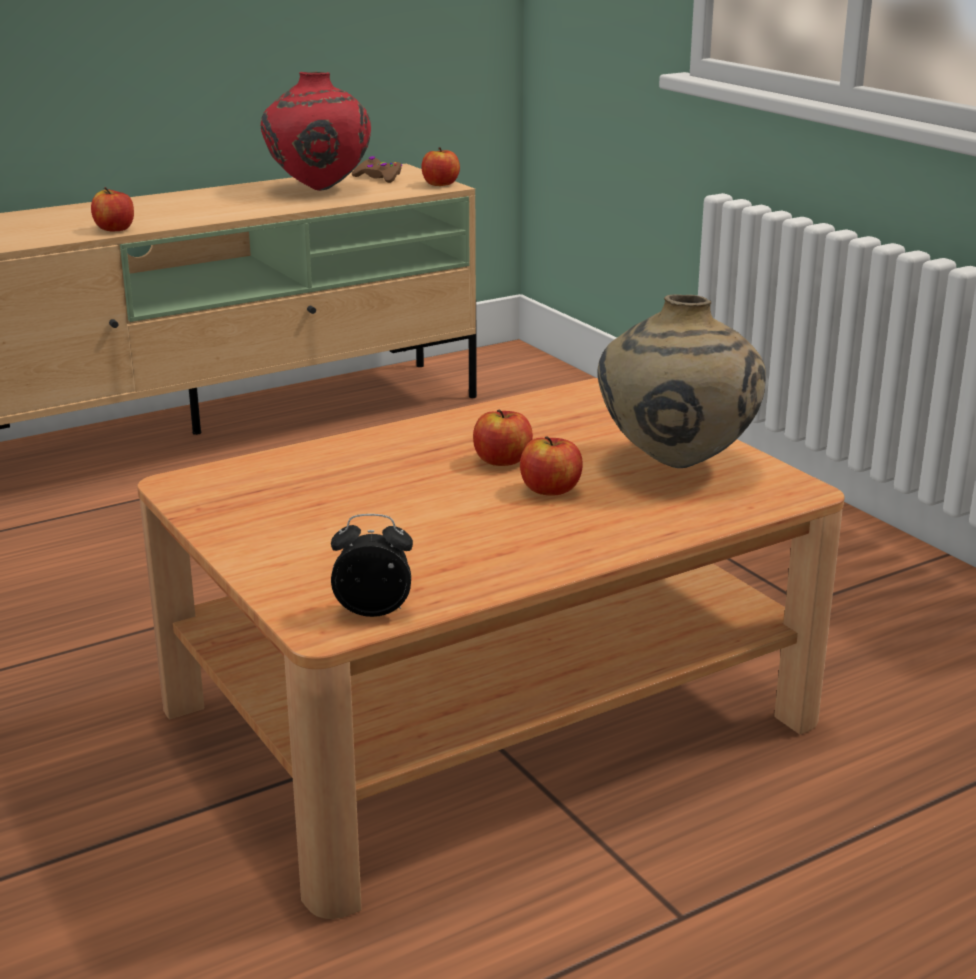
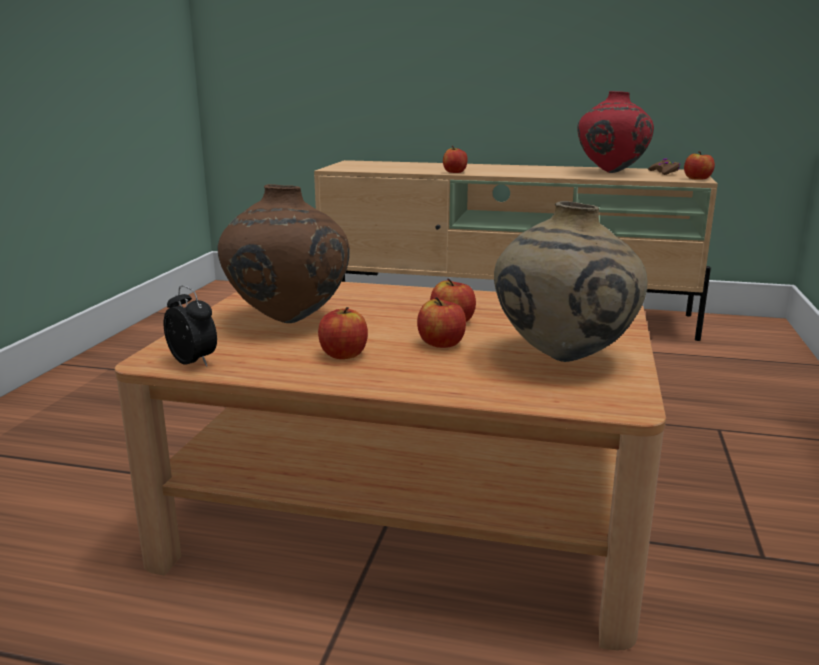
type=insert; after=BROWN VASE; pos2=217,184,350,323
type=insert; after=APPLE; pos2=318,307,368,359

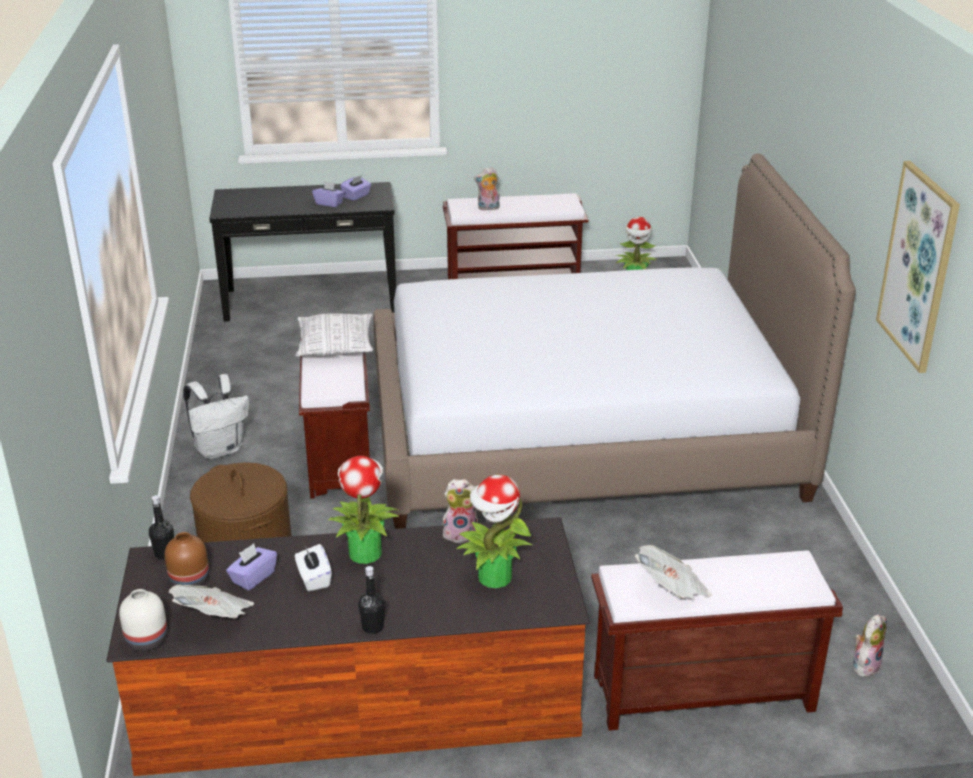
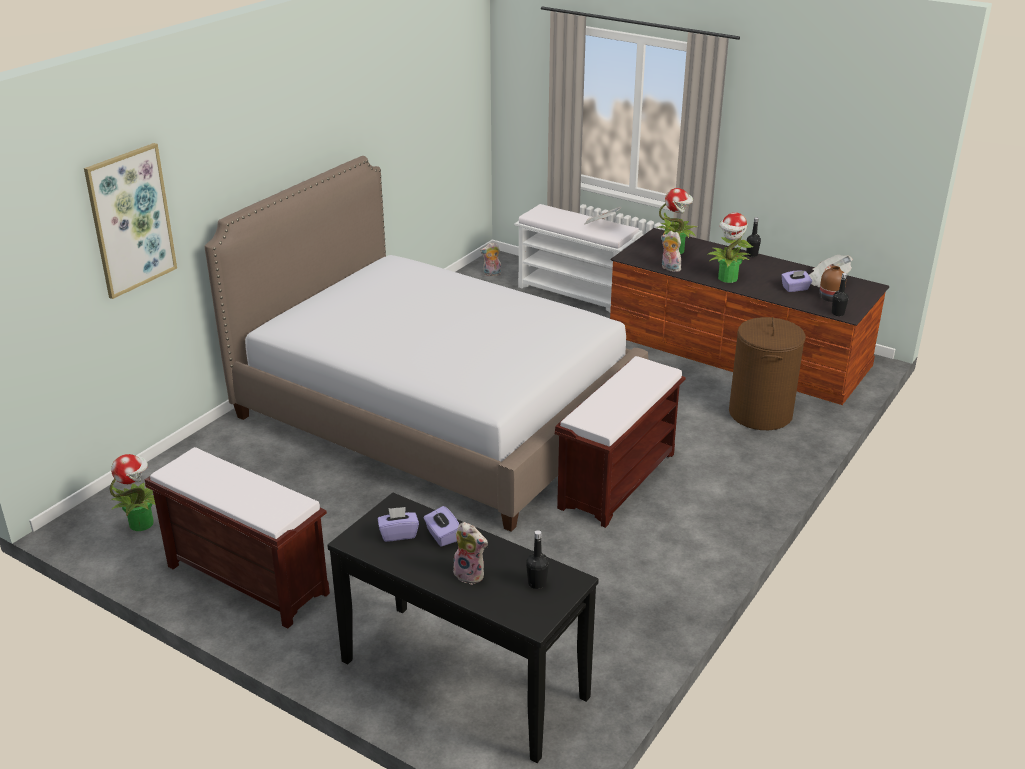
type=move; before=PICTURE; pos1=876,161,960,373; pos2=84,143,177,299
type=move; before=PLUSH TOY; pos1=474,167,500,211; pos2=453,522,488,584
type=recolor; before=BROWN BENCH; after=WHITE BENCH; pos1=591,550,843,731; pos2=515,204,643,312
type=insert; after=BLACK BOTTLE; pos2=526,530,549,589
type=delete; before=WHITE VASE; pos1=119,589,168,651
type=delete; before=WHITE BACKPACK; pos1=183,374,249,459
type=delete; before=WHITE TISSUE BOX; pos1=295,544,332,591
type=delete; before=PILLOW; pos1=296,313,373,357

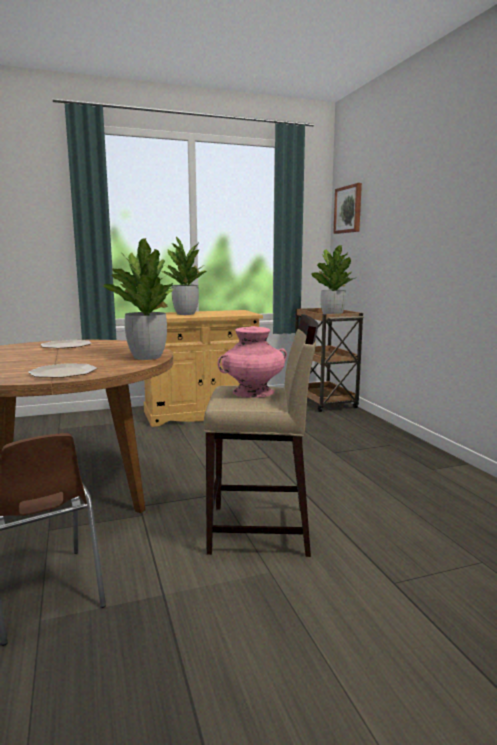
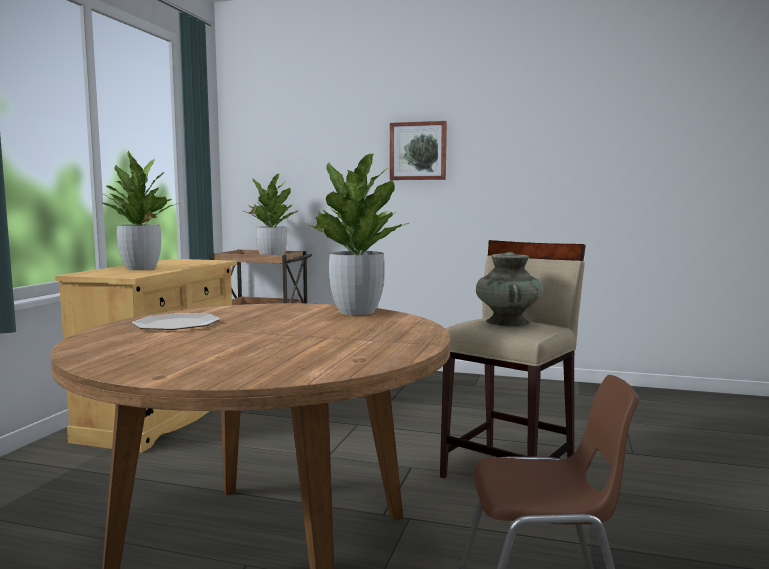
type=move; before=PICTURE; pos1=333,183,362,234; pos2=390,121,447,180
type=recolor; before=PINK VASE; after=TURQUOISE VASE; pos1=218,326,287,398; pos2=476,252,544,327
type=delete; before=PLATE; pos1=28,363,97,378

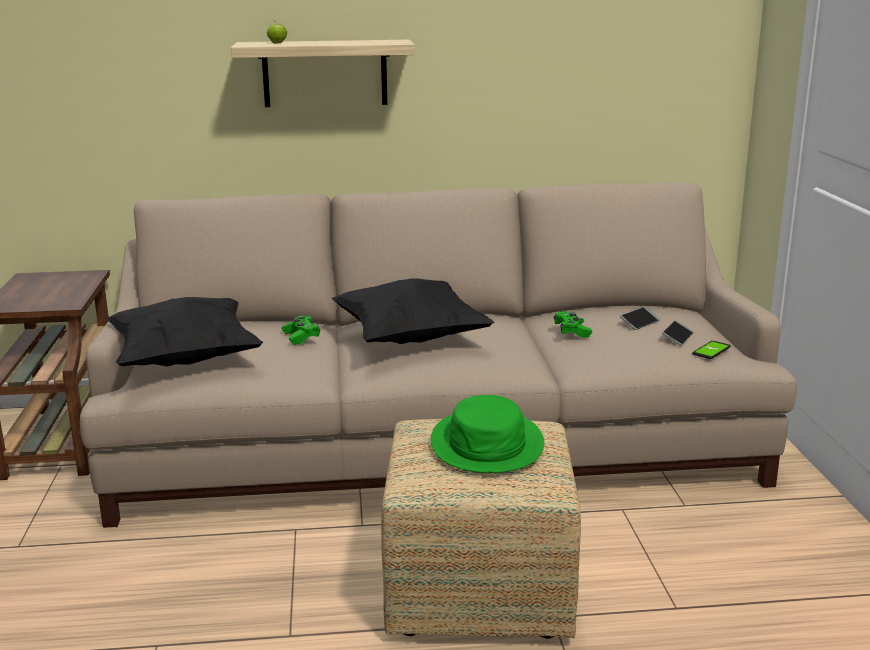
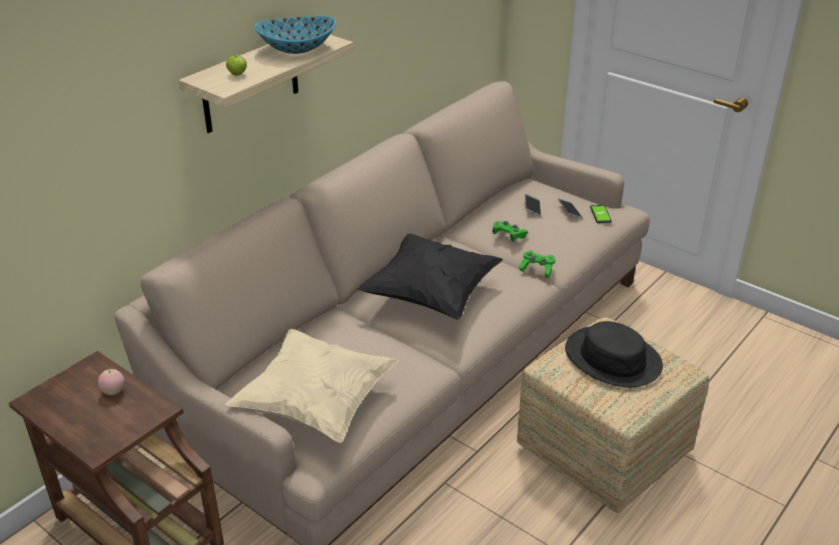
type=insert; after=APPLE; pos2=98,369,125,395
type=recolor; before=BLACK PILLOW; after=BEIGE PILLOW; pos1=106,297,264,366; pos2=226,329,398,443
type=insert; after=BOWL; pos2=254,15,336,54
type=move; before=GREEN GAME CONTROLLER; pos1=281,316,320,345; pos2=519,250,556,278
type=recolor; before=GREEN HAT; after=BLACK HAT; pos1=431,395,544,473; pos2=565,321,663,387

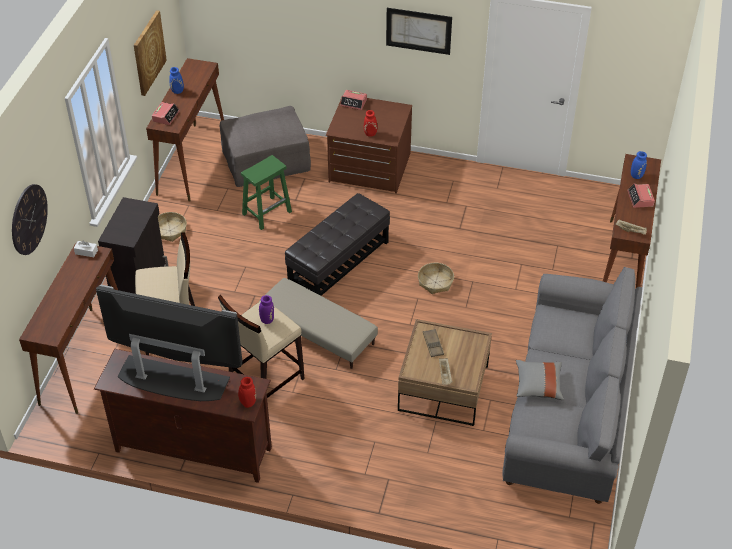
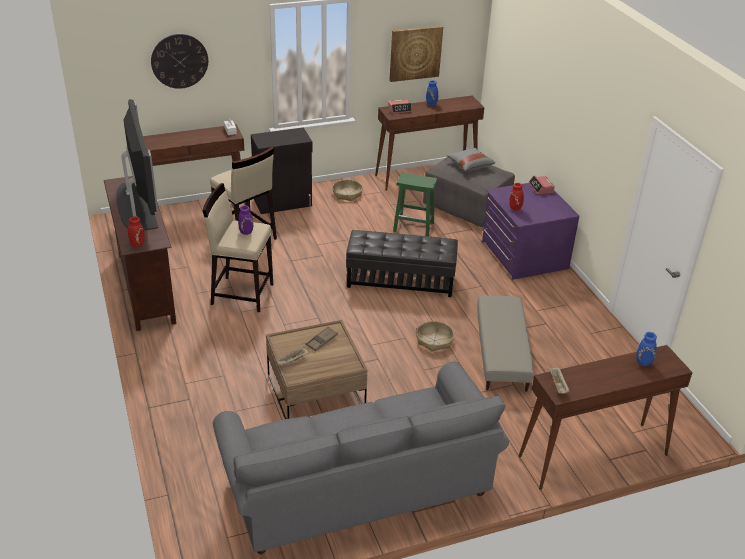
type=move; before=GREY PILLOW; pos1=516,360,564,400; pos2=447,148,495,172
type=move; before=BEIGE OTTOMAN; pos1=258,278,378,369; pos2=477,295,534,392
type=recolor; before=BROWN DRESSER; after=PURPLE DRESSER; pos1=326,95,412,194; pos2=482,183,580,280
type=delete; before=PICTURE; pos1=386,8,452,55
type=delete; before=ALARM CLOCK; pos1=627,183,655,208

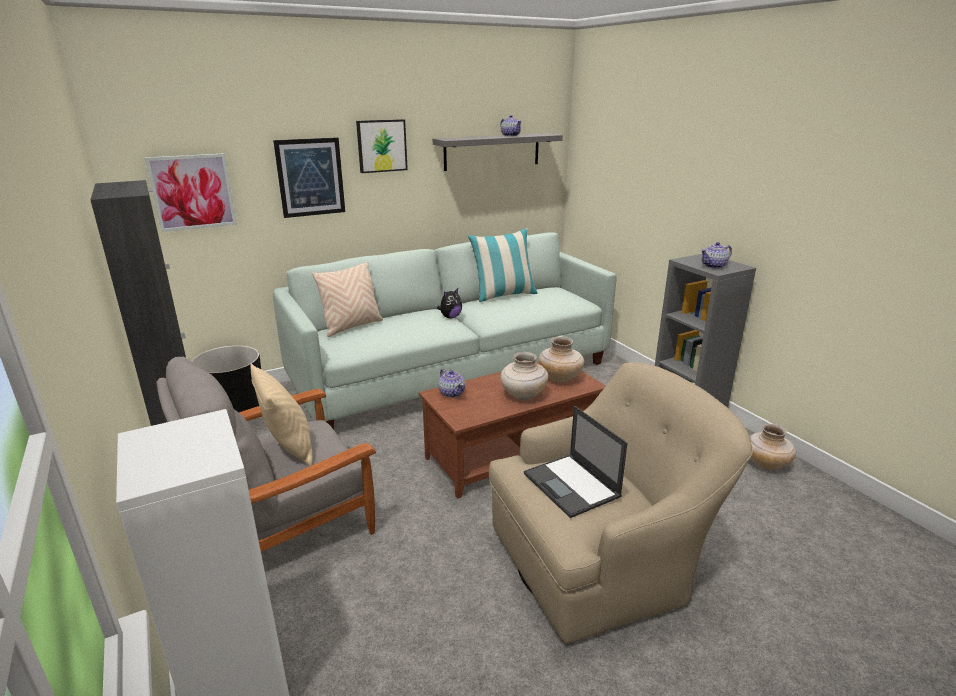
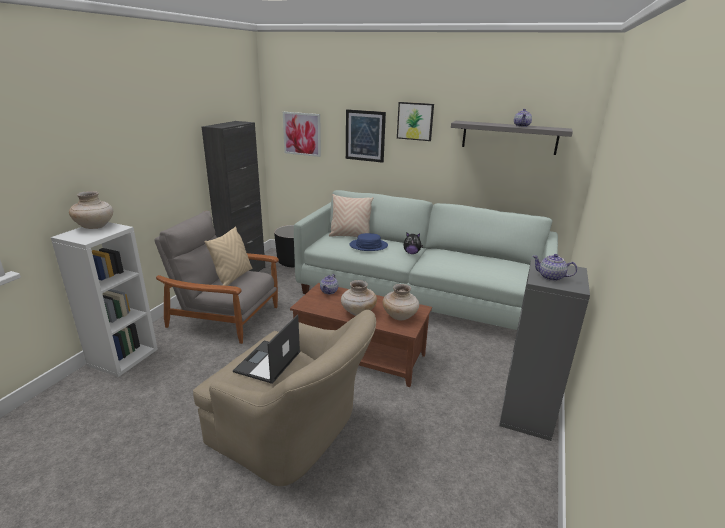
type=move; before=BEIGE VASE; pos1=750,424,796,470; pos2=69,191,113,229
type=insert; after=BLUE HAT; pos2=350,233,388,251
type=delete; before=PILLOW; pos1=468,228,538,302

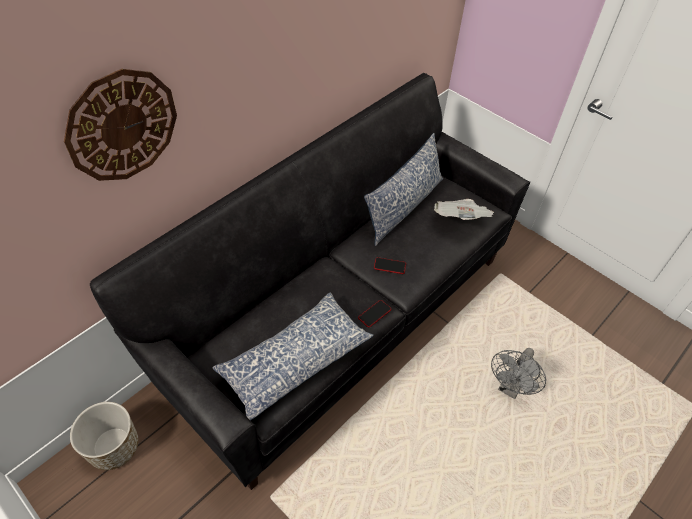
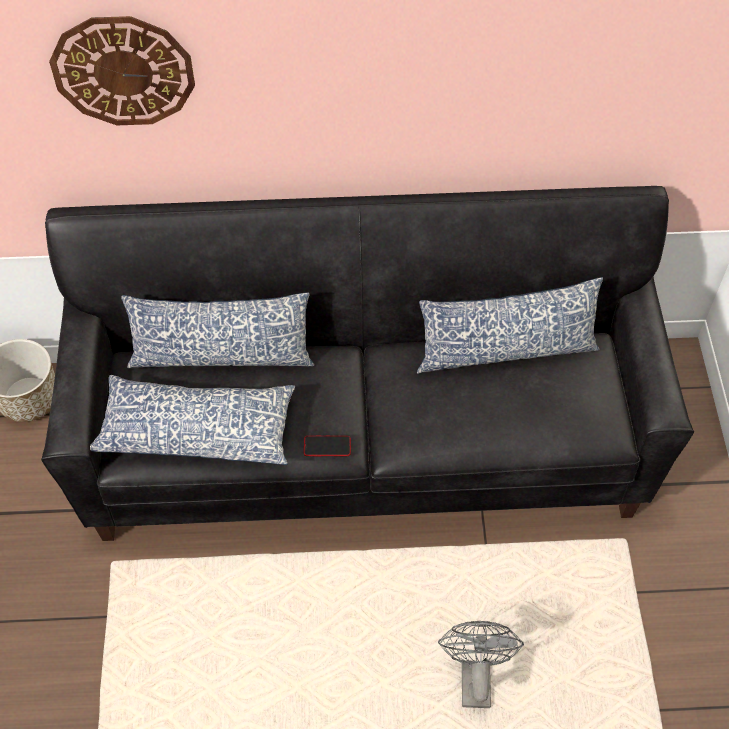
type=insert; after=PILLOW; pos2=121,292,315,368
type=rotate; before=GREY FAN; pos1=491,348,546,399; pos2=438,621,524,708; turn=105
type=delete; before=PHONE; pos1=374,257,406,274
type=delete; before=NEWSPAPER; pos1=434,199,494,220

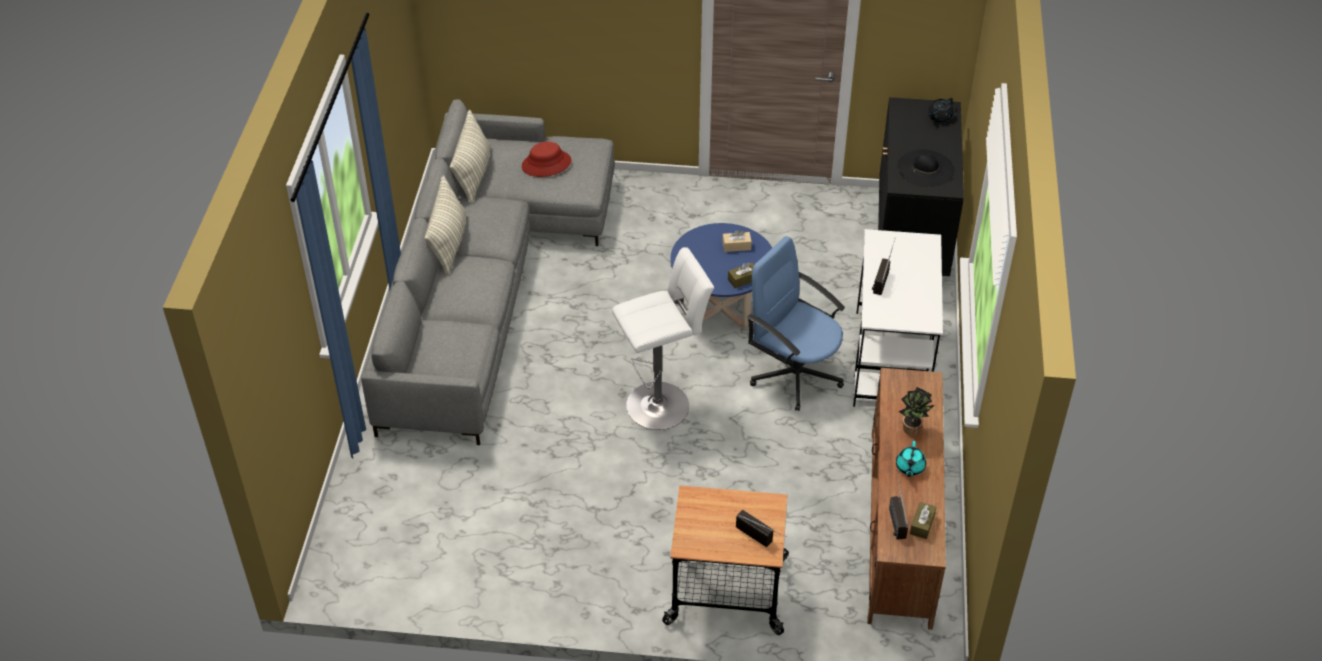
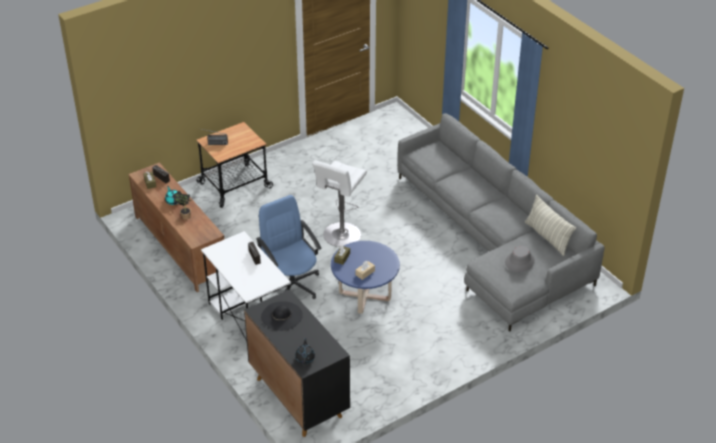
type=rotate; before=BLUE OFFICE CHAIR; pos1=747,236,845,411; pos2=256,195,321,299; turn=-120
type=recolor; before=RED HAT; after=GREY HAT; pos1=522,142,571,177; pos2=505,246,535,272
type=delete; before=PILLOW; pos1=424,175,466,276

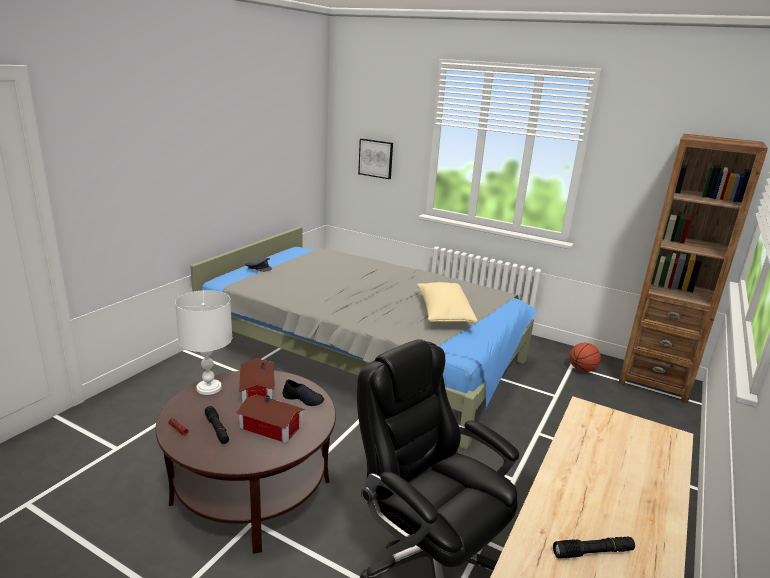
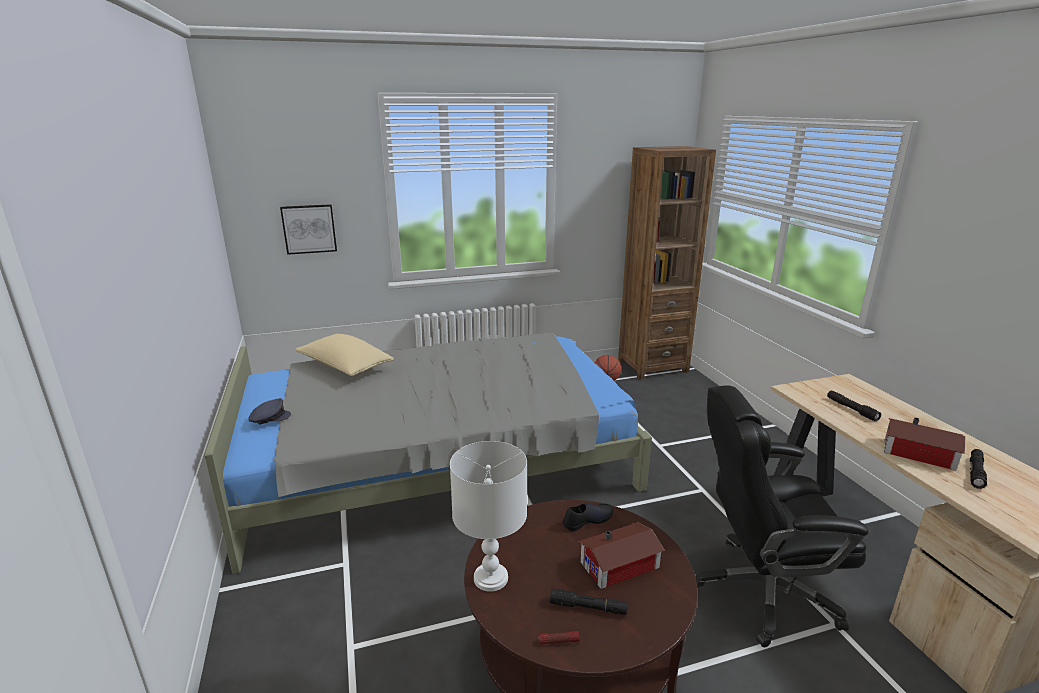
type=move; before=BEIGE PILLOW; pos1=417,282,478,323; pos2=295,334,394,376
type=insert; after=BLACK FLASHLIGHT; pos2=827,390,881,421
type=move; before=TOY HOUSE; pos1=239,358,275,404; pos2=884,417,966,471

